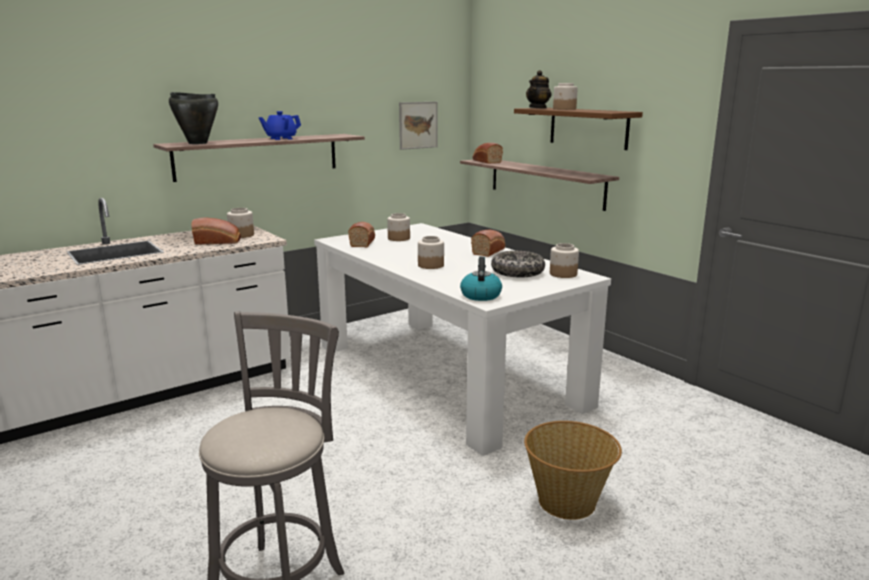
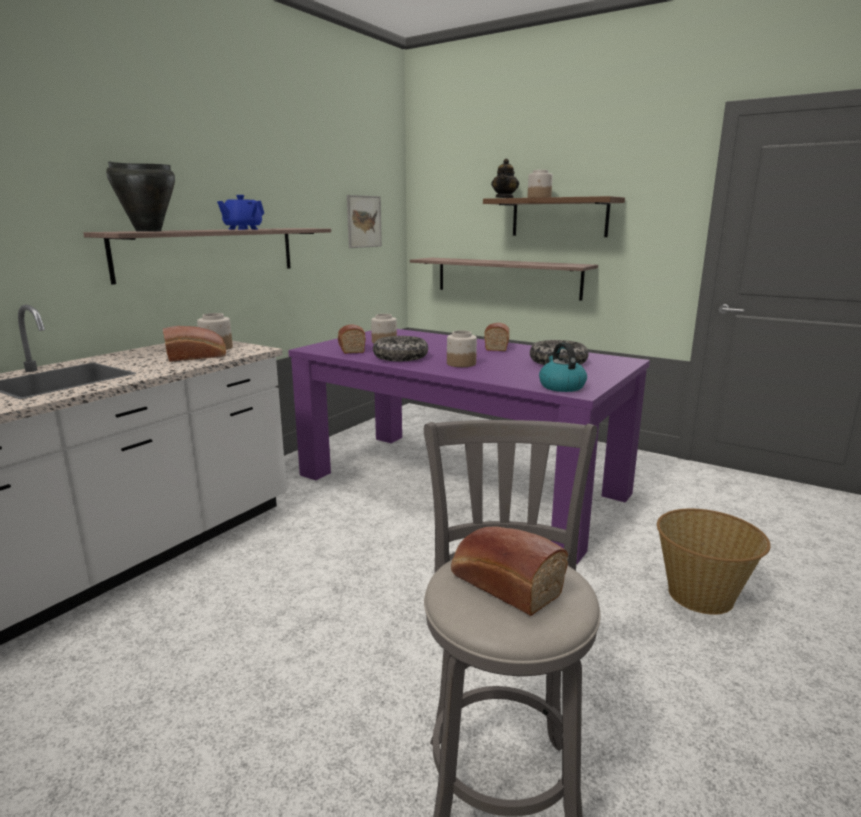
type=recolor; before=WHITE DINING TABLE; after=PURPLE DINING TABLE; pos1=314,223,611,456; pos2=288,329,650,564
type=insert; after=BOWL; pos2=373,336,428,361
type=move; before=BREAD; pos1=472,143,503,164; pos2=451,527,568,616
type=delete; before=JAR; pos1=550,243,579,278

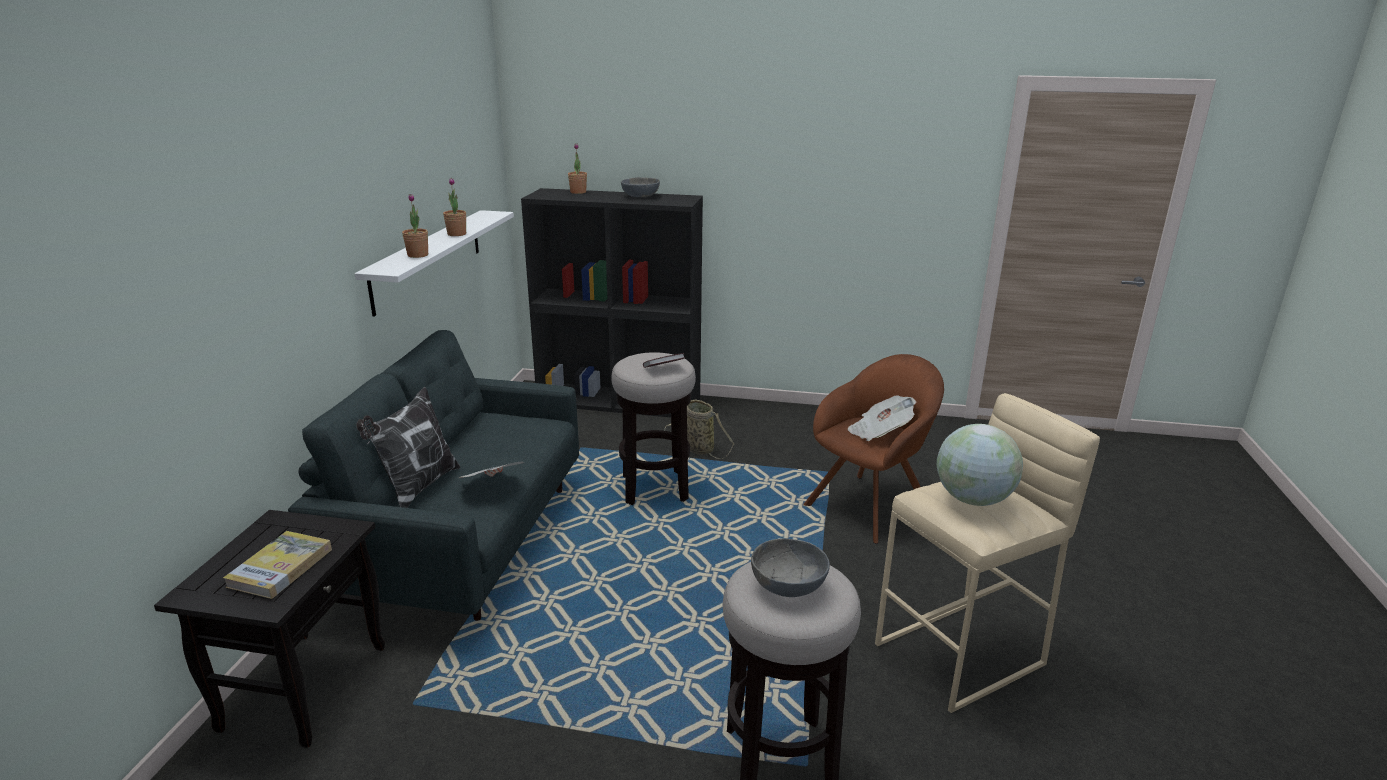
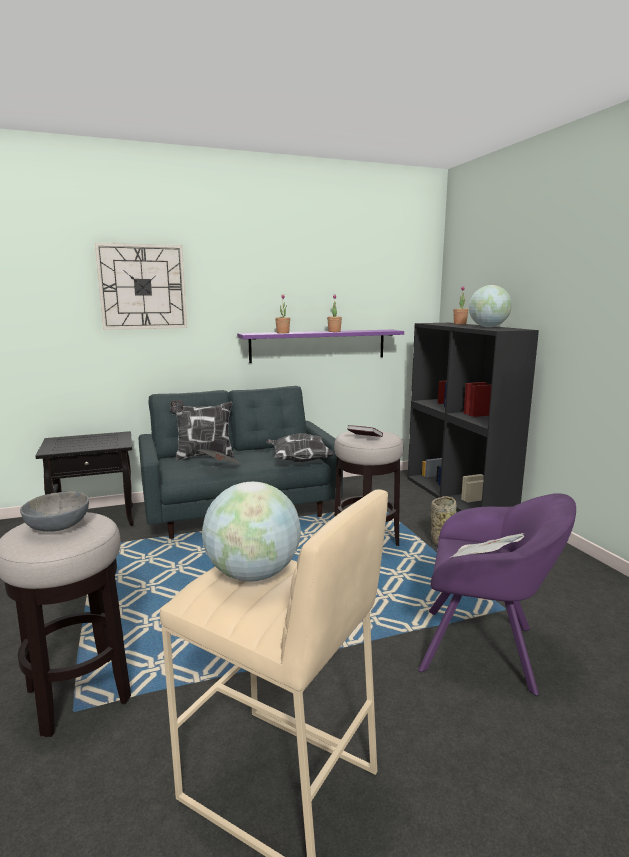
type=insert; after=WALL CLOCK; pos2=95,243,187,330
type=recolor; before=WHITE SHELF; after=PURPLE SHELF; pos1=355,210,514,317; pos2=237,330,404,363
type=insert; after=PILLOW; pos2=266,433,335,462
type=recolor; before=BROWN ARMCHAIR; after=PURPLE ARMCHAIR; pos1=803,354,944,544; pos2=418,493,576,696
type=replace; before=GREY BOWL; after=GLOBE; pos1=621,177,660,197; pos2=469,285,512,327
type=delete; before=BOOK; pos1=223,531,332,599

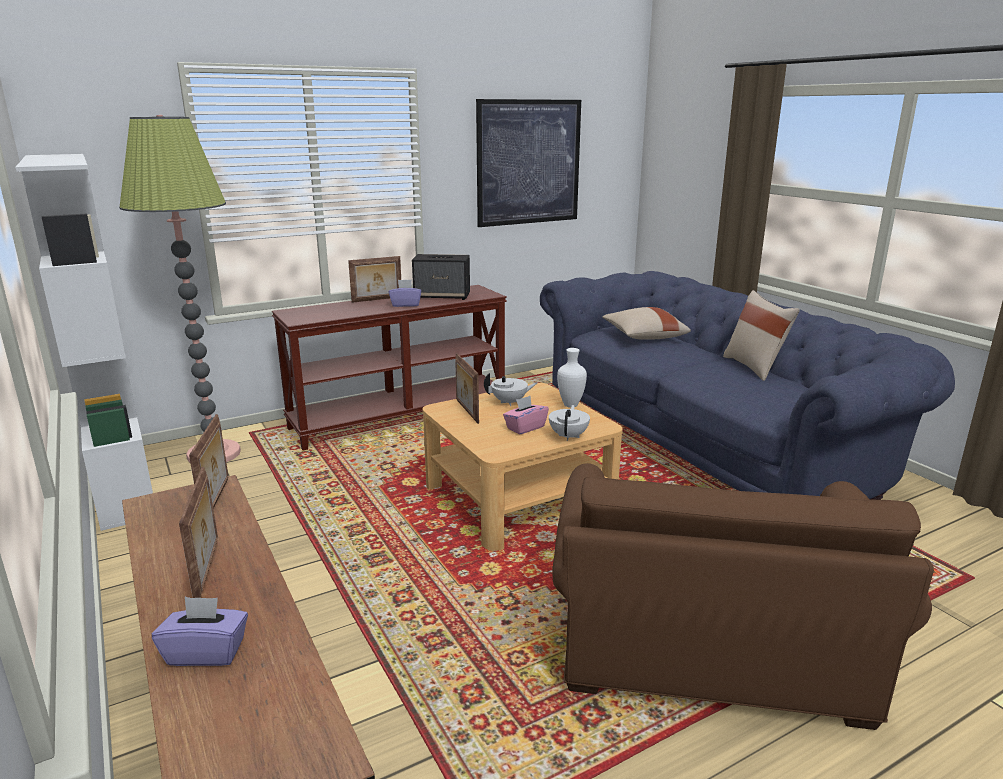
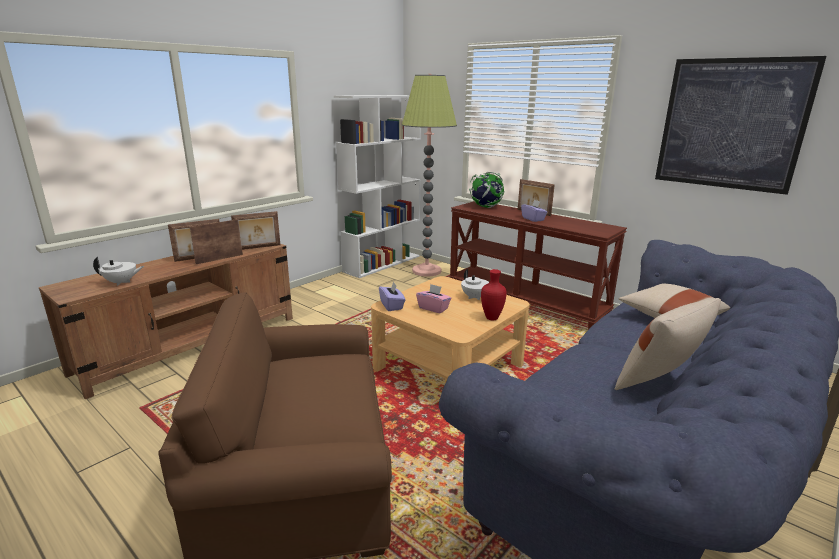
type=move; before=WHITE TEAPOT; pos1=549,405,590,441; pos2=93,257,144,286
type=move; before=PICTURE FRAME; pos1=455,353,479,424; pos2=190,219,243,264
type=move; before=PURPLE TISSUE BOX; pos1=152,597,248,666; pos2=379,281,405,311
type=insert; after=GLOBE; pos2=469,172,505,208
type=recolor; before=WHITE VASE; after=RED VASE; pos1=557,348,587,408; pos2=481,269,507,321
type=delete; before=SPEAKER; pos1=412,254,470,300

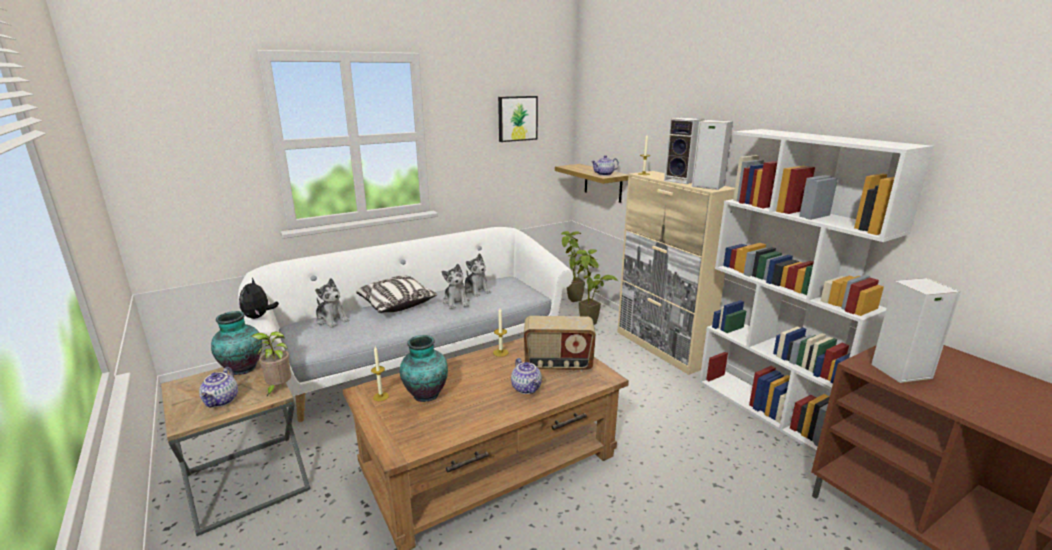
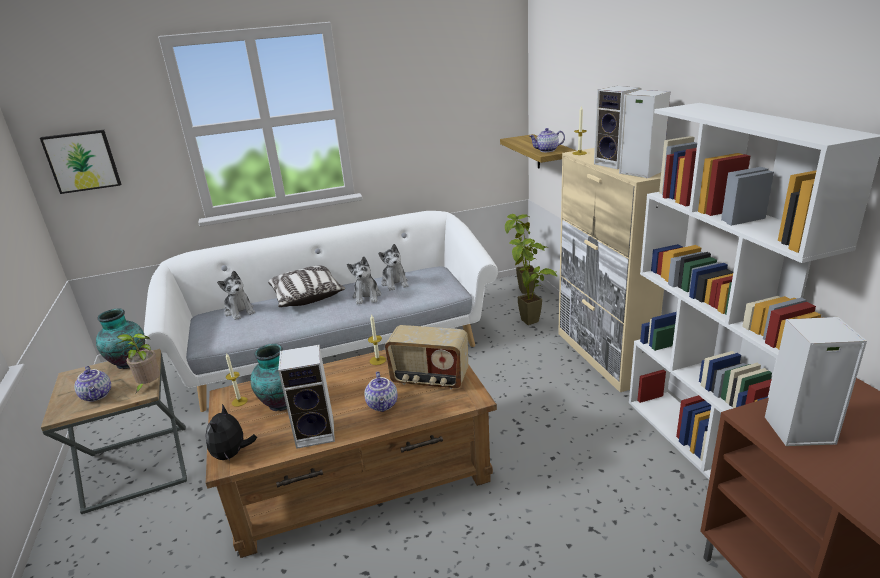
type=move; before=PICTURE; pos1=498,96,538,142; pos2=40,130,121,194
type=rotate; before=TEAPOT; pos1=199,367,238,408; pos2=74,366,111,402; turn=-45
type=move; before=PLUSH TOY; pos1=239,278,279,319; pos2=205,404,257,460
type=insert; after=SPEAKER; pos2=278,345,335,449

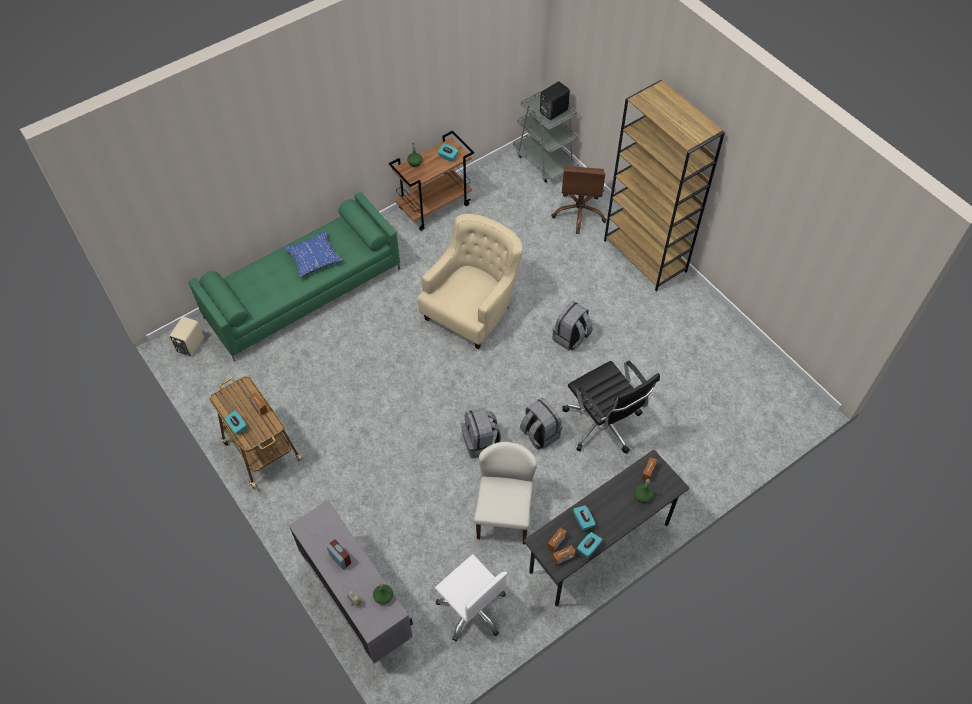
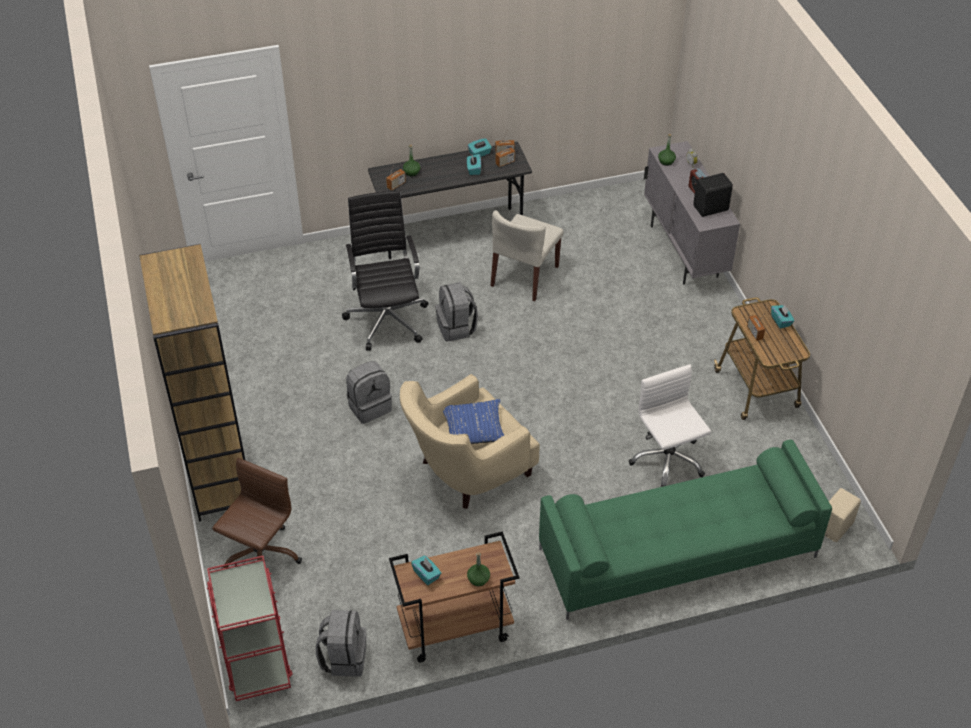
type=recolor; before=GREY CART; after=RED CART; pos1=513,87,579,183; pos2=207,556,292,701
type=move; before=GREY BACKPACK; pos1=461,407,501,459; pos2=316,610,366,677
type=move; before=BLUE PILLOW; pos1=284,231,343,278; pos2=443,399,504,444
type=move; before=WHITE OFFICE CHAIR; pos1=435,554,508,641; pos2=629,364,711,487
type=move; before=BLACK SPEAKER; pos1=540,81,570,120; pos2=693,173,733,217

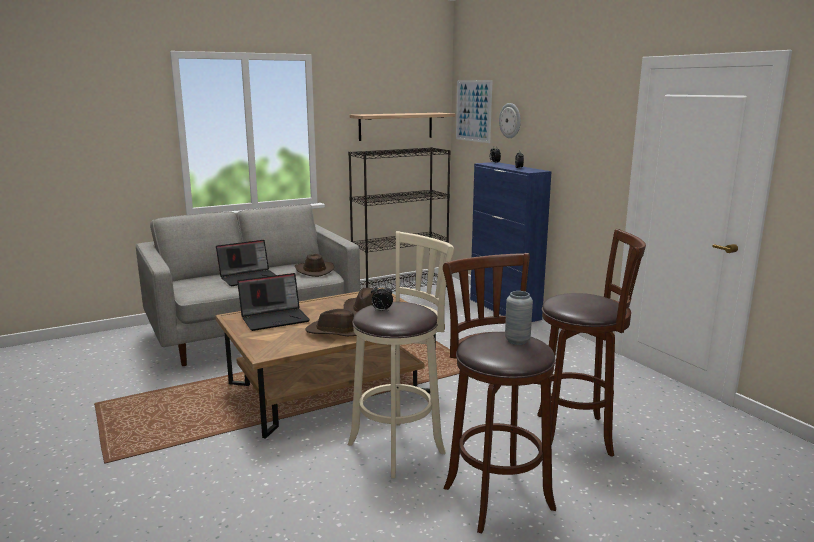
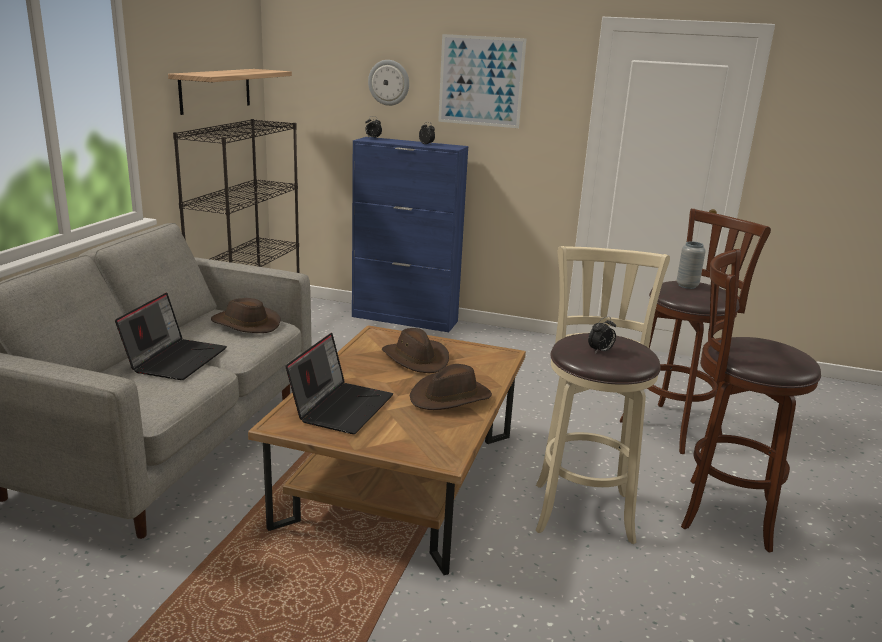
type=move; before=PICTURE; pos1=456,80,493,143; pos2=438,34,526,128
type=move; before=GREY VASE; pos1=505,291,533,345; pos2=677,241,706,289

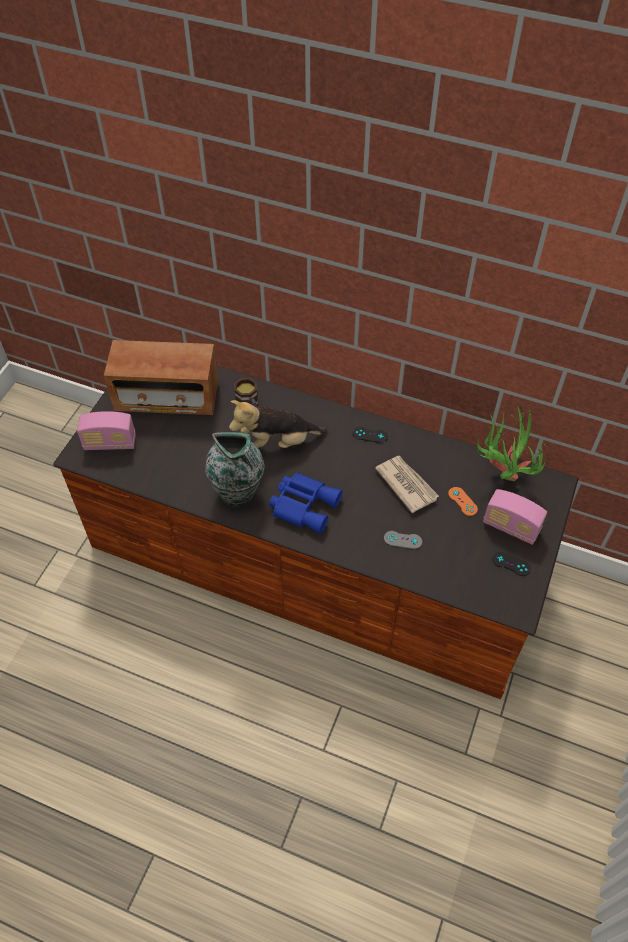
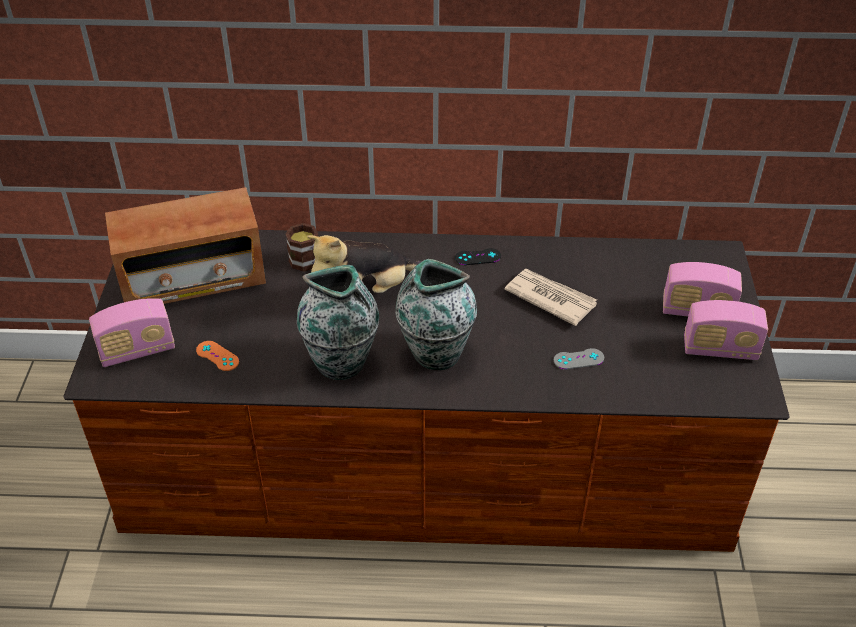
type=move; before=ORANGE GAME CONTROLLER; pos1=448,487,478,516; pos2=196,341,239,371
type=replace; before=BLUE BINOCULARS; after=VASE; pos1=269,472,342,534; pos2=395,259,477,370
type=replace; before=BLACK GAME CONTROLLER; after=RADIO; pos1=492,552,531,576; pos2=684,300,768,360
type=delete; before=POTTED PLANT; pos1=477,406,547,481

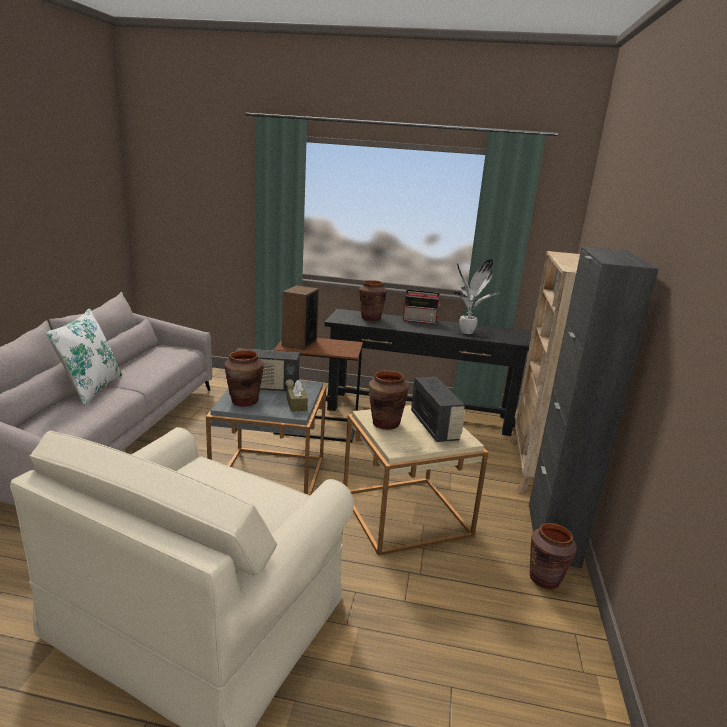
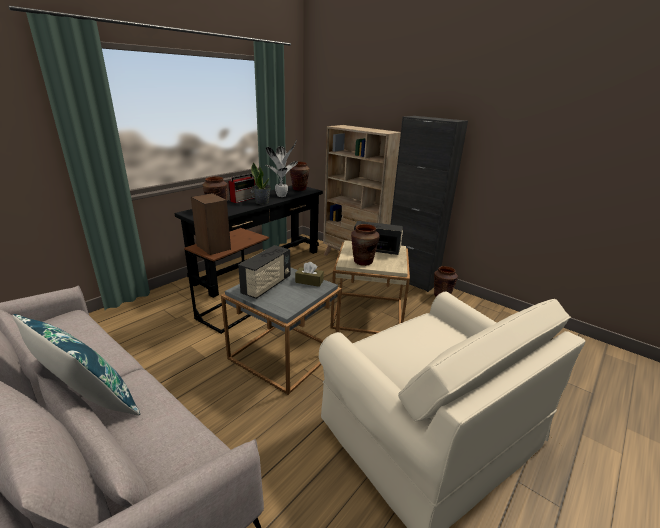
type=recolor; before=WHITE PILLOW; after=BLUE PILLOW; pos1=45,309,122,406; pos2=12,314,140,415
type=insert; after=POTTED PLANT; pos2=251,163,271,204
type=move; before=BROWN VASE; pos1=224,350,264,407; pos2=290,162,309,191

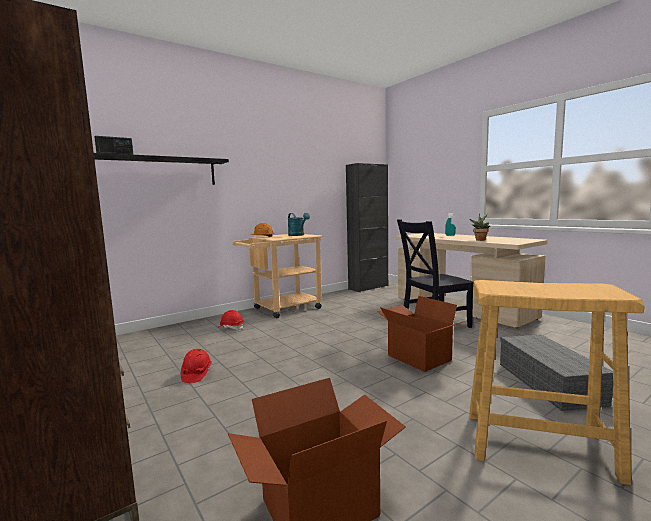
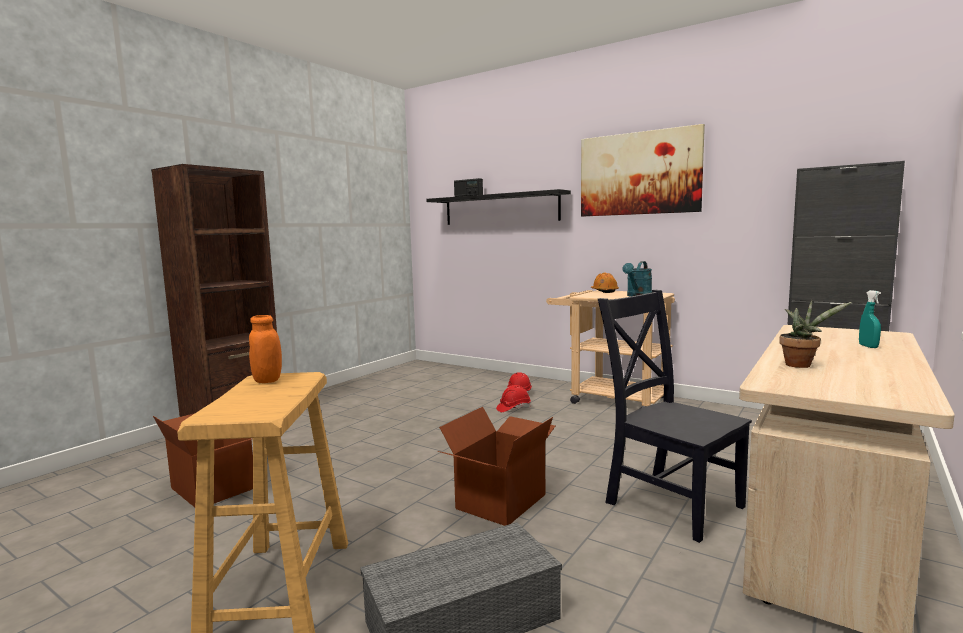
type=insert; after=ORANGE JAR; pos2=249,315,282,383
type=move; before=RED HARD HAT; pos1=181,349,212,383; pos2=496,385,531,412
type=insert; after=PICTURE; pos2=581,124,705,217

